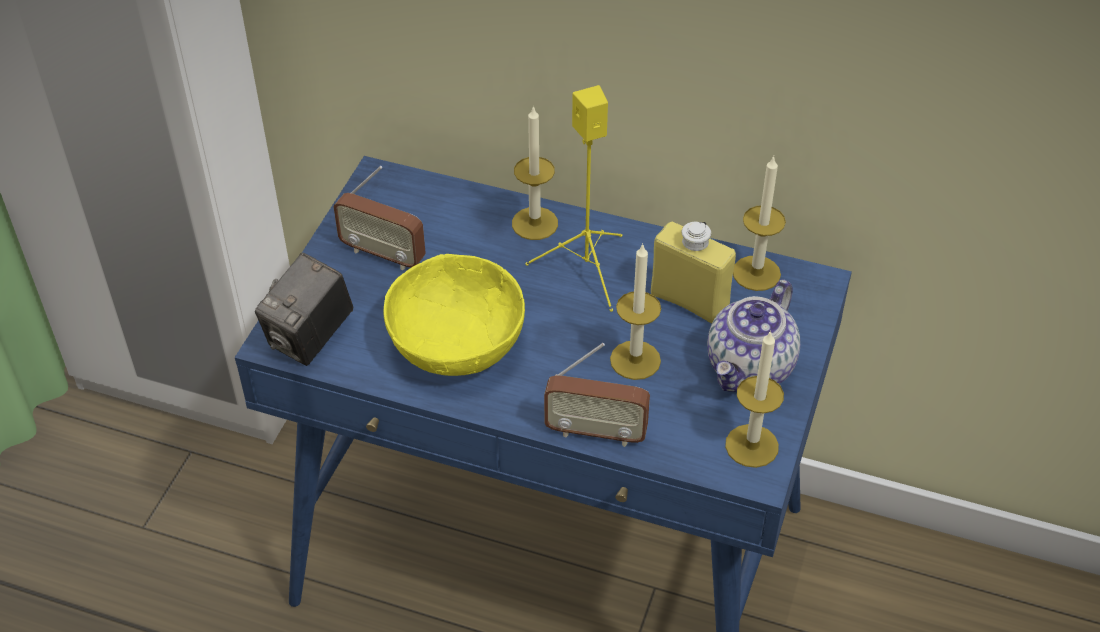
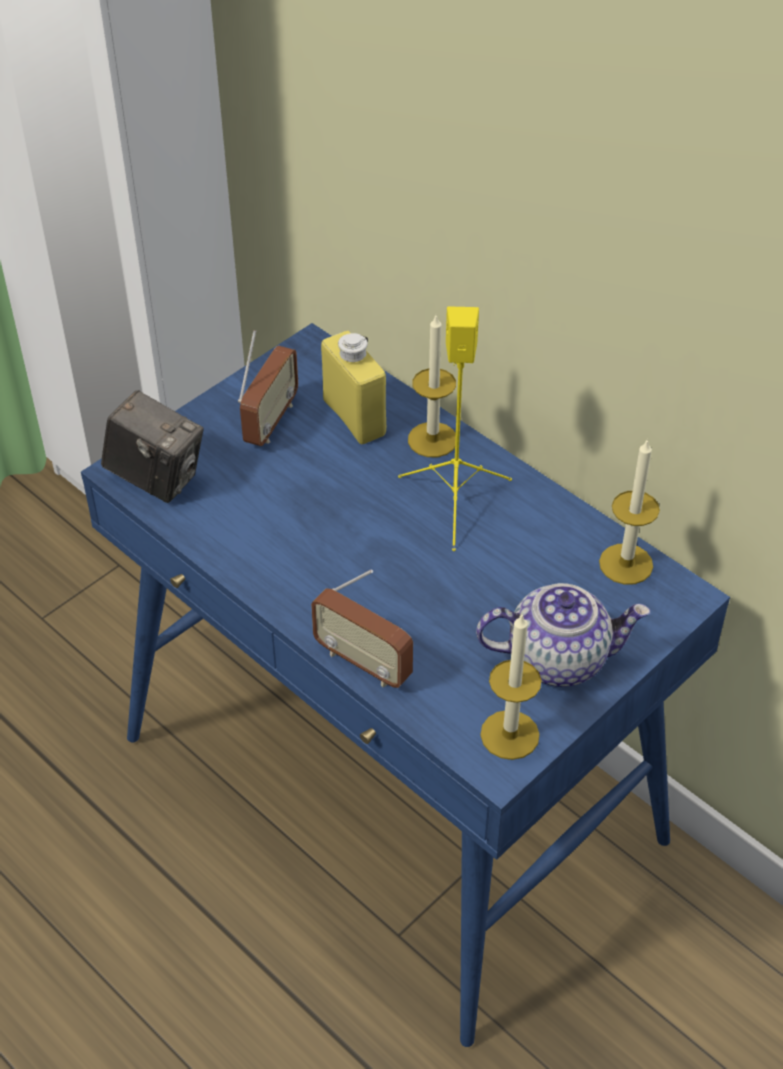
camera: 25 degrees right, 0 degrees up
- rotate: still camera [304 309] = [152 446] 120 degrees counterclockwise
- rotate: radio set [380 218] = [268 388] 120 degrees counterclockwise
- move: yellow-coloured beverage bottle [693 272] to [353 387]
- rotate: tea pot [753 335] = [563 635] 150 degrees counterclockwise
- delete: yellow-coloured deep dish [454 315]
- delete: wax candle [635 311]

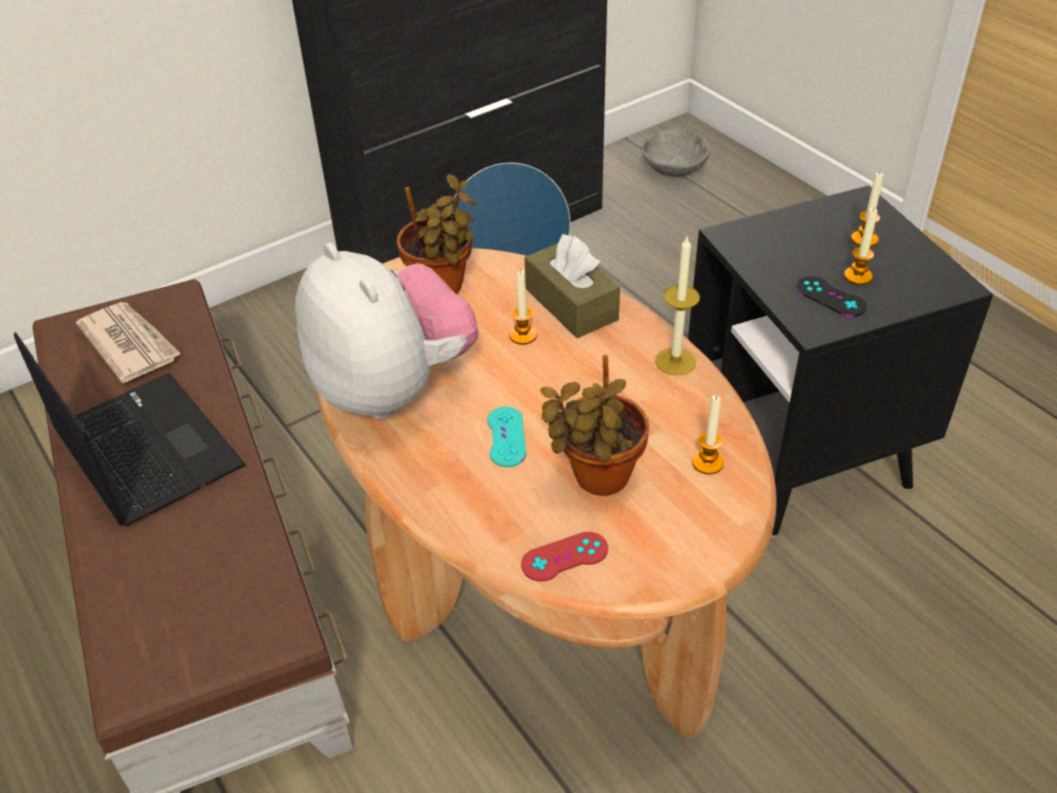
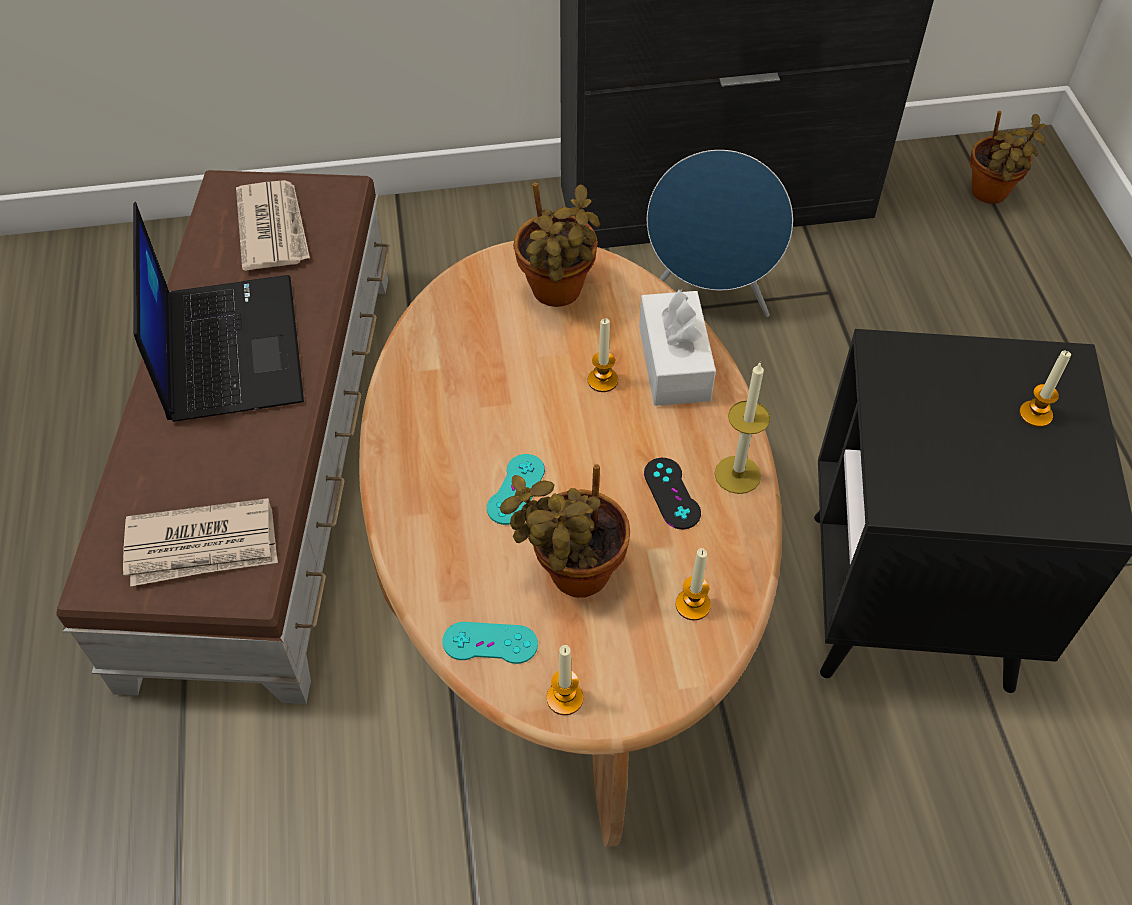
camera: 25 degrees right, 10 degrees up
- insert: daily paper [200 542]
- recolor: red-coloured game controller [564 556] to turquoise game controller [490 643]
- move: wax candle [860 246] to [565 680]
- recolor: brown box of tissues [572 286] to white box of tissues [677 347]
- move: black-coloured game controller [831 296] to [672 493]
- replace: gray deep dish [676 153] to houseplant [1007 157]
- delete: plush toy [387 331]

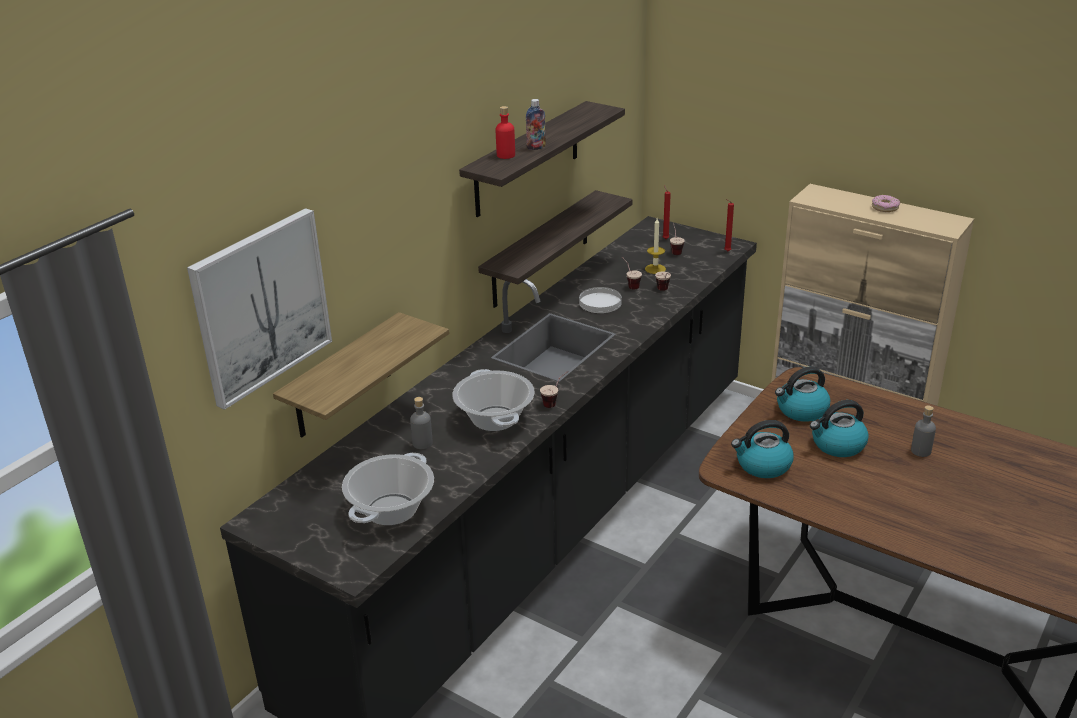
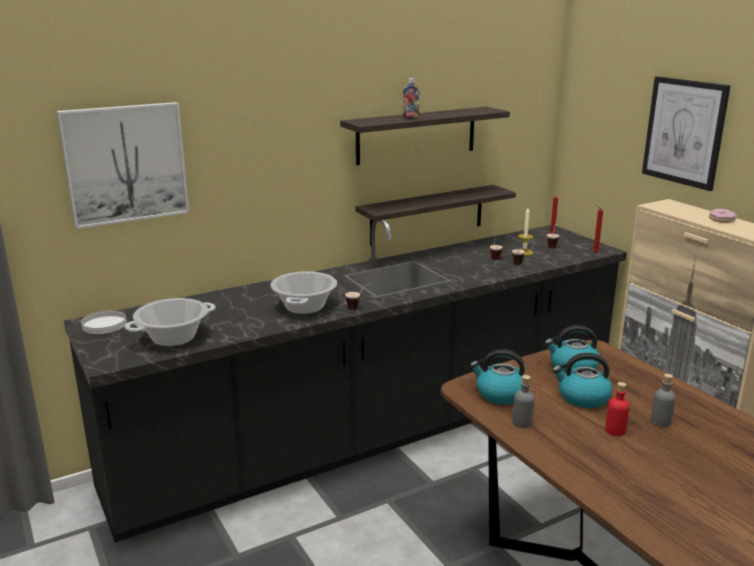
camera: 25 degrees right, 10 degrees down
- move: white dinner plate [600 300] to [104 322]
- move: gray beverage bottle [421 423] to [523 401]
- move: red-coloured beverage bottle [505 132] to [617 409]
- insert: picture [686 133]
- delete: wall shelf [361 374]

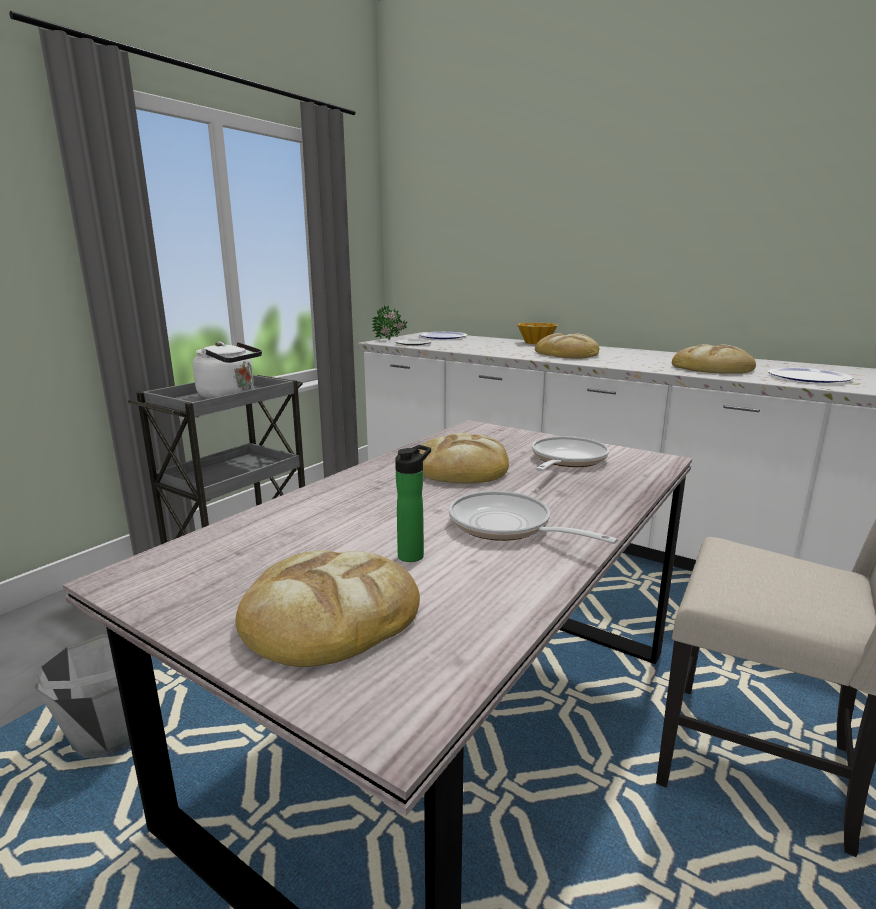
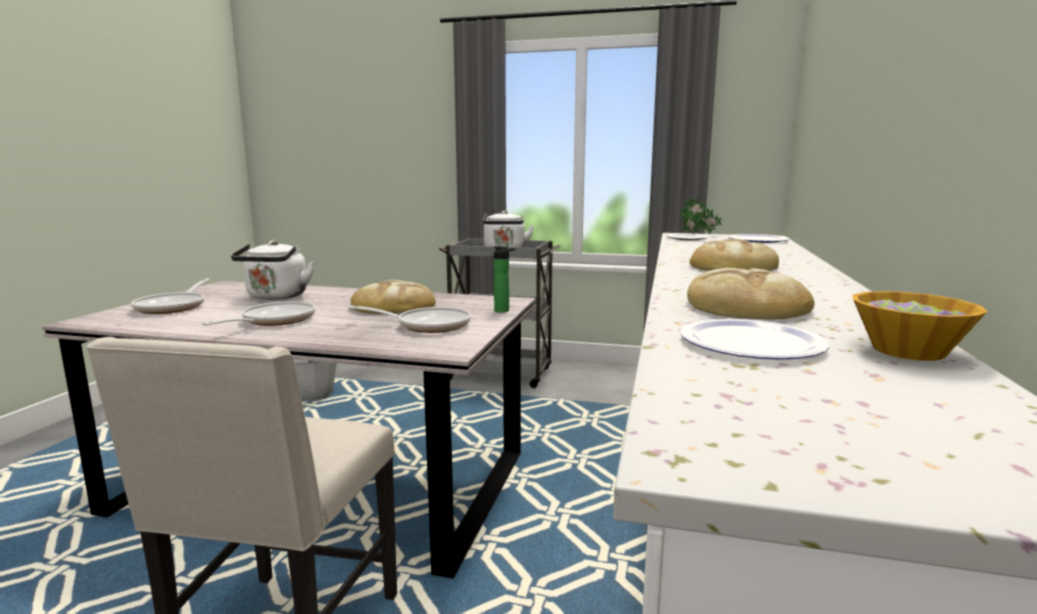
camera: 70 degrees right, 5 degrees down
- replace: bread [327 608] to frying pan [170 296]
- insert: white water kettle [273 270]
- move: beverage bottle [413 503] to [504 279]
- move: deep dish [537 333] to [919 326]

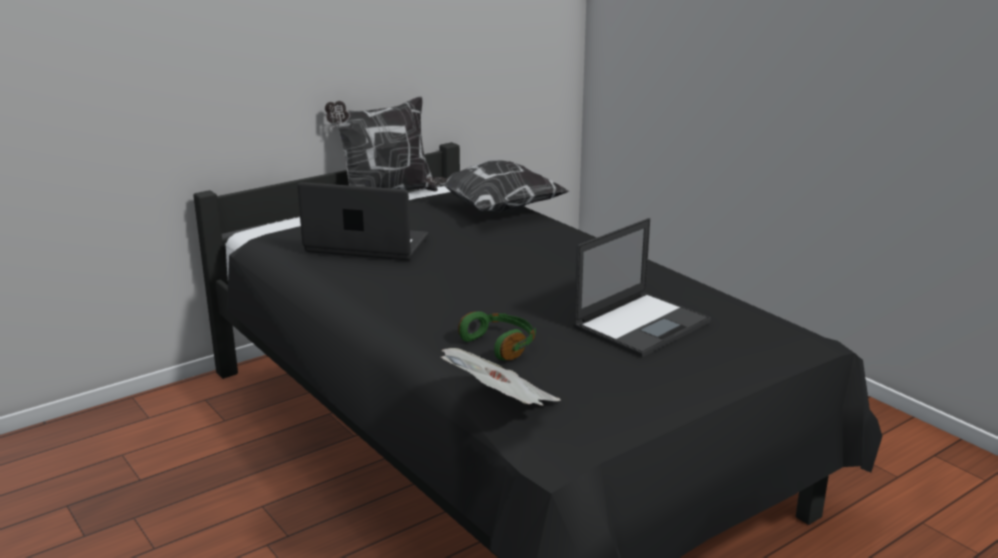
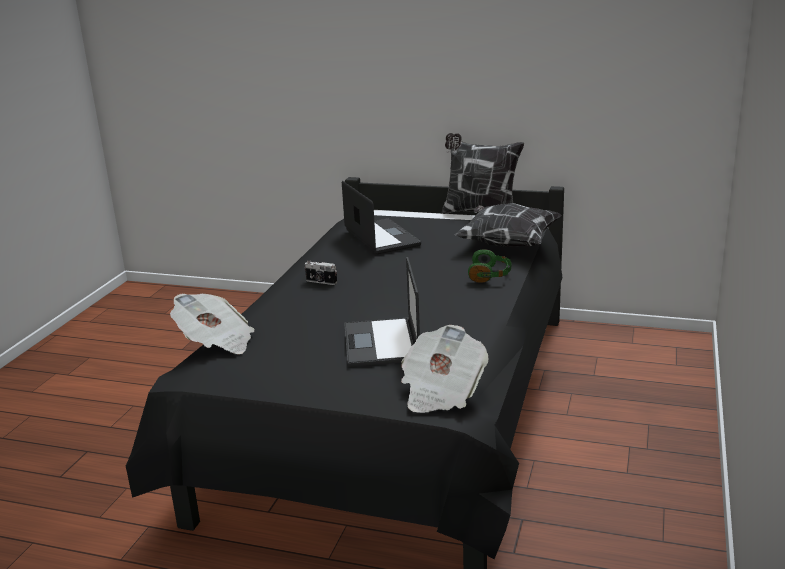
camera: 55 degrees right, 0 degrees up
- insert: still camera [321 272]
- rotate: laptop [642 287] = [382 312] 75 degrees clockwise
- insert: daily paper [444 369]
- move: greenish headphones [497 335] to [489 266]

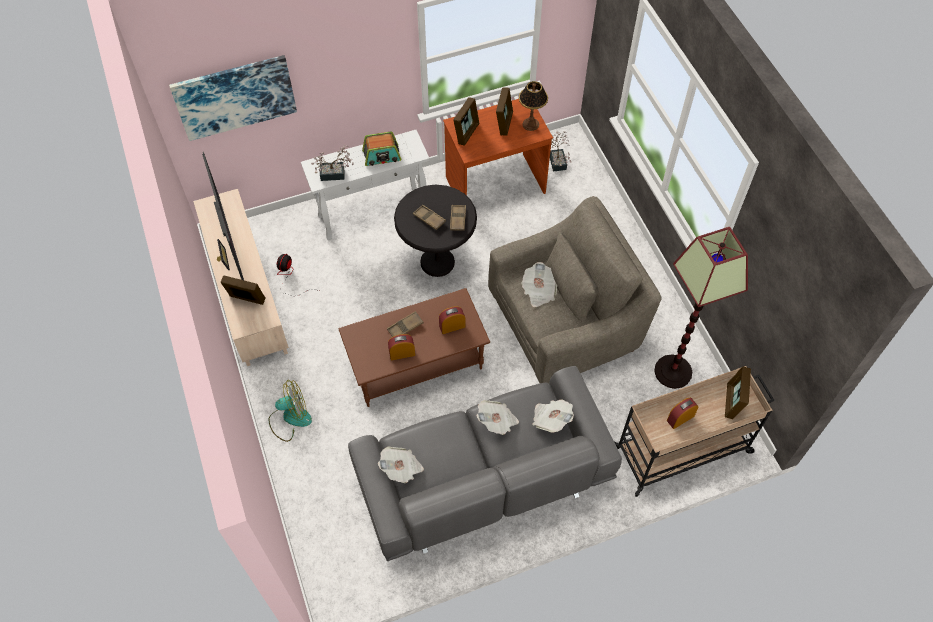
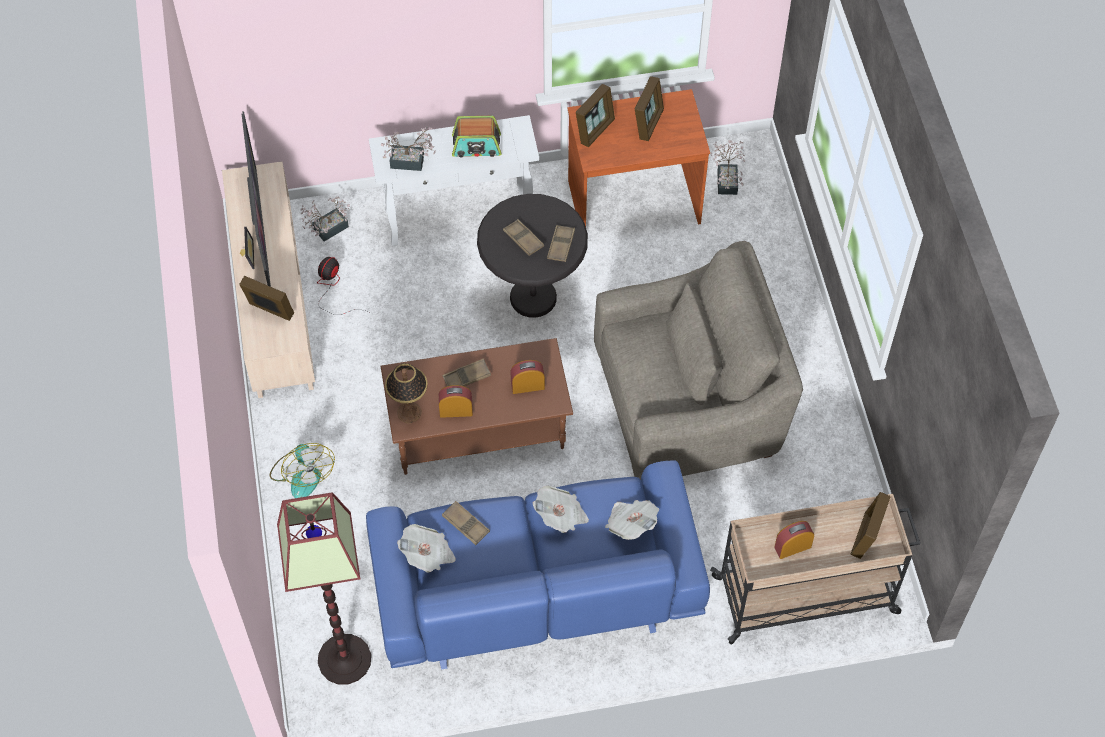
camera: 10 degrees right, 0 degrees up
- rotate: fan [290 411] = [302 470] 75 degrees clockwise
- move: standing lamp [701 308] to [324 588]
- insert: houseplant [325 219]
- recolor: gray settee [485 463] to bluish settee [538 565]
- move: table lamp [533 106] to [406 393]
- insert: brown tray [466 523]
- delete: picture [233 98]
- delete: daily paper [539 284]

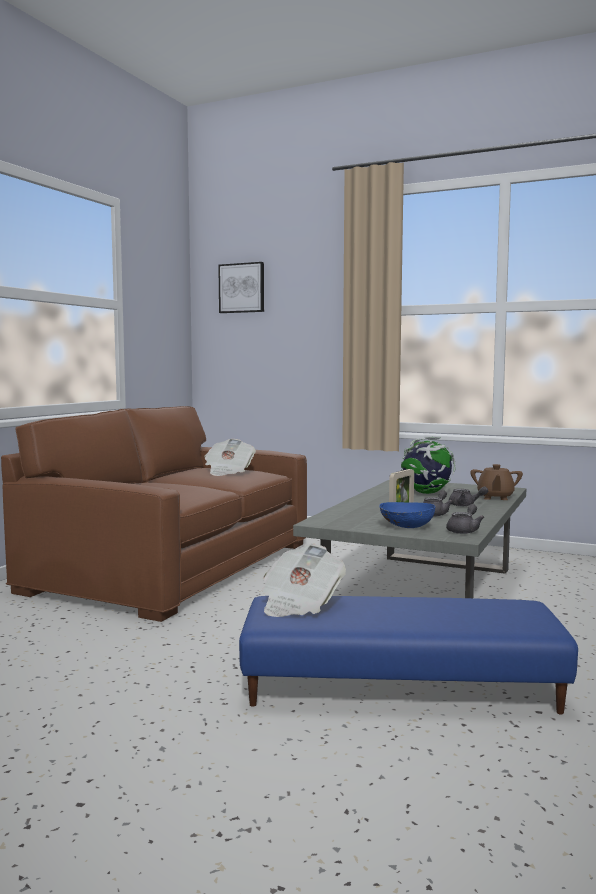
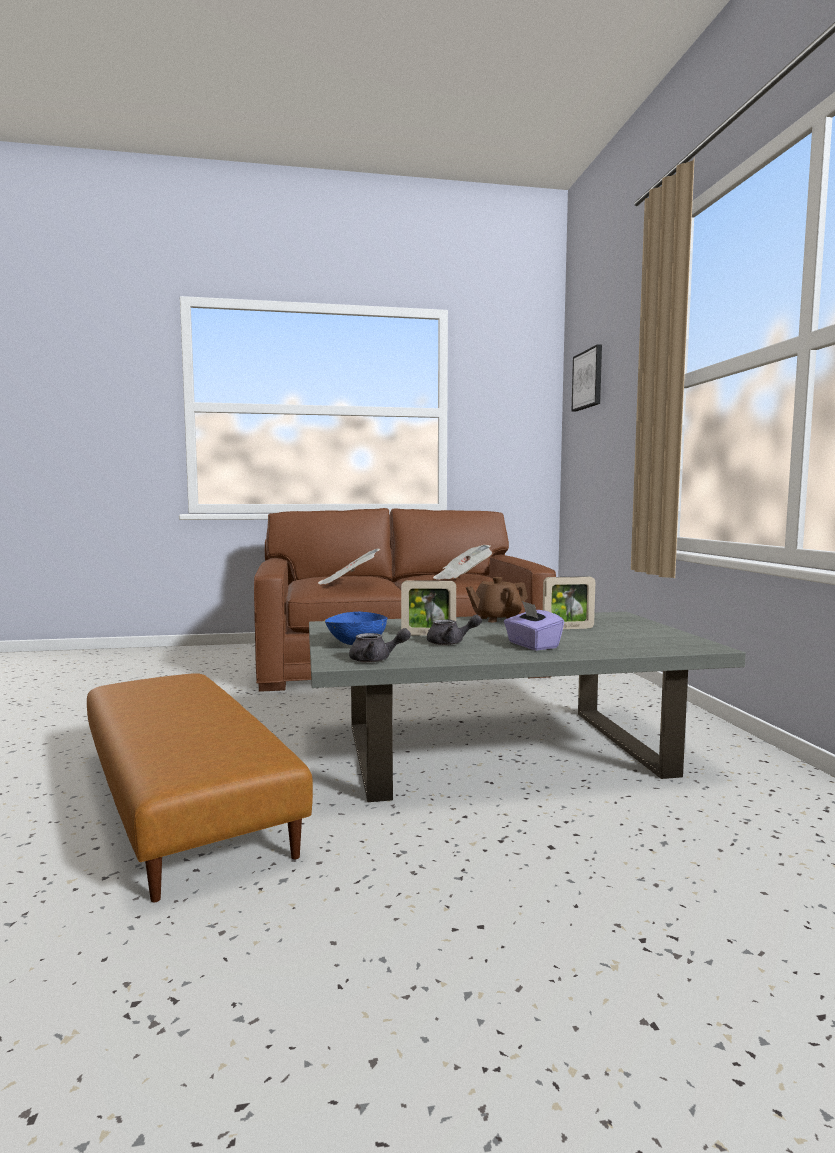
camera: 55 degrees right, 0 degrees up
- recolor: bluish pouffe [408 655] to brown pouffe [200 787]
- move: daily paper [303 580] to [349 566]
- move: brown tea pot [496 482] to [497 599]
- replace: gray tea pot [468 496] to purplish box of tissues [534 626]
- replace: globe [427 465] to standing frame [569 602]

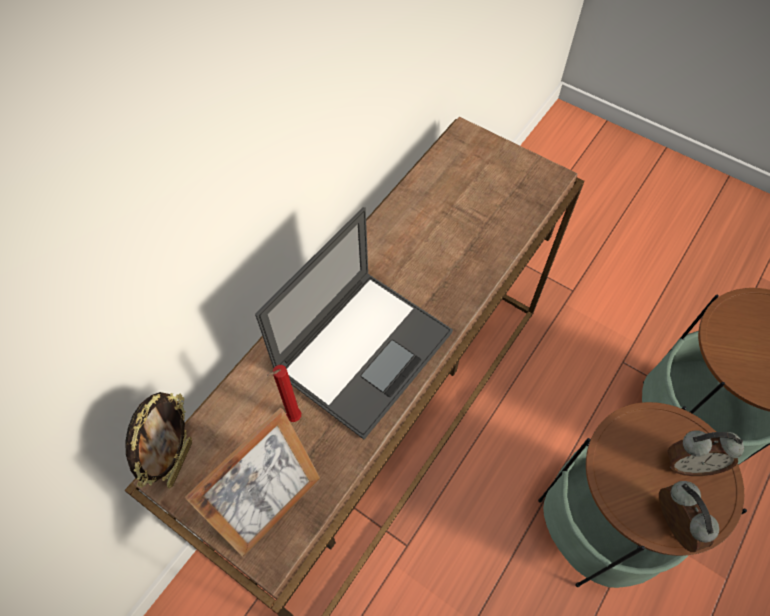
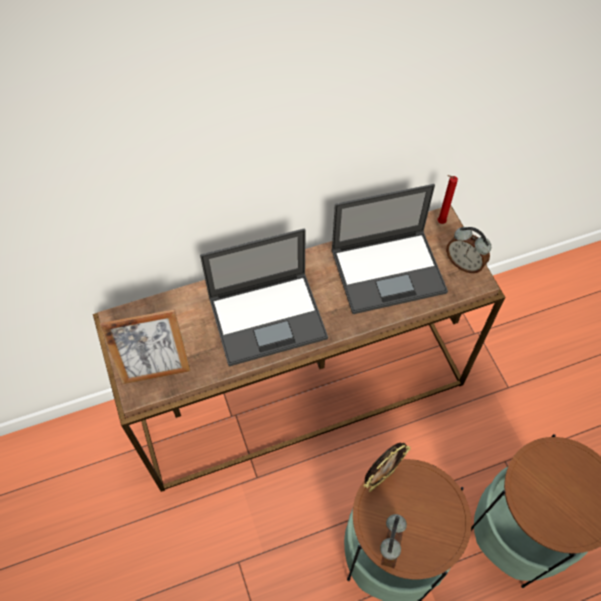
camera: 35 degrees right, 0 degrees up
- insert: laptop [389 249]
- move: standing frame [158 440] to [387 467]
- move: red-coloured wax candle [284 393] to [448 199]
- move: table clock [705 453] to [468 250]

